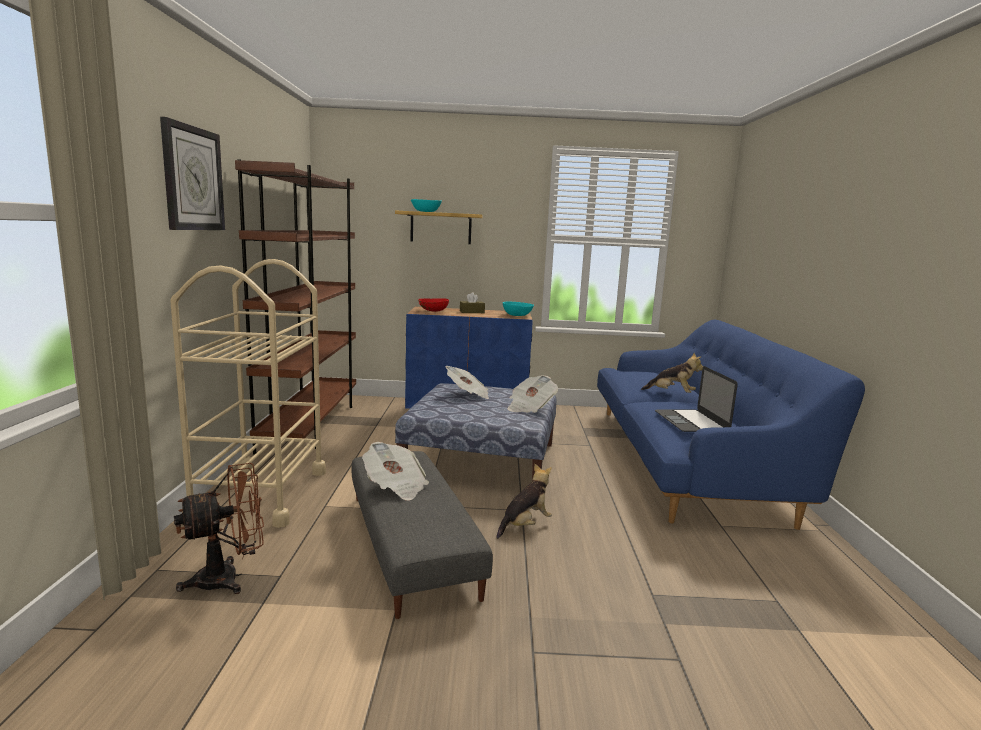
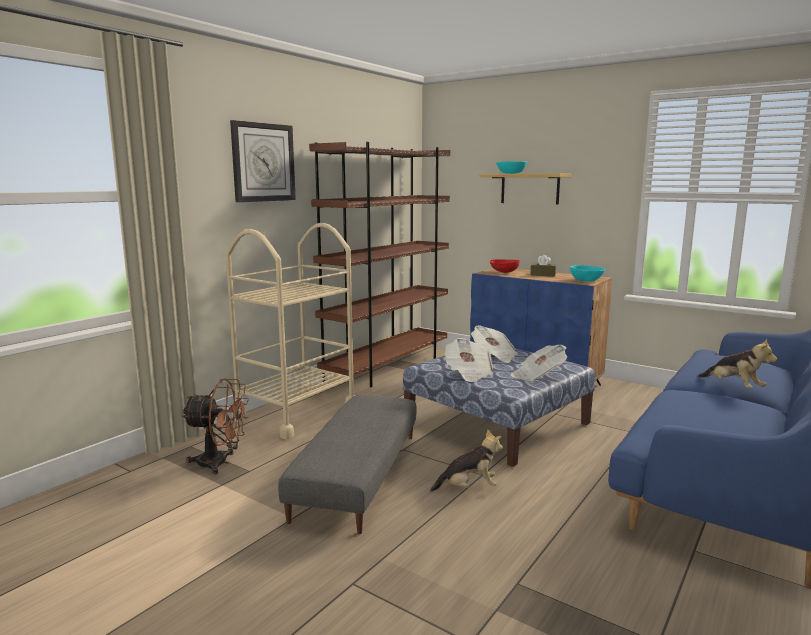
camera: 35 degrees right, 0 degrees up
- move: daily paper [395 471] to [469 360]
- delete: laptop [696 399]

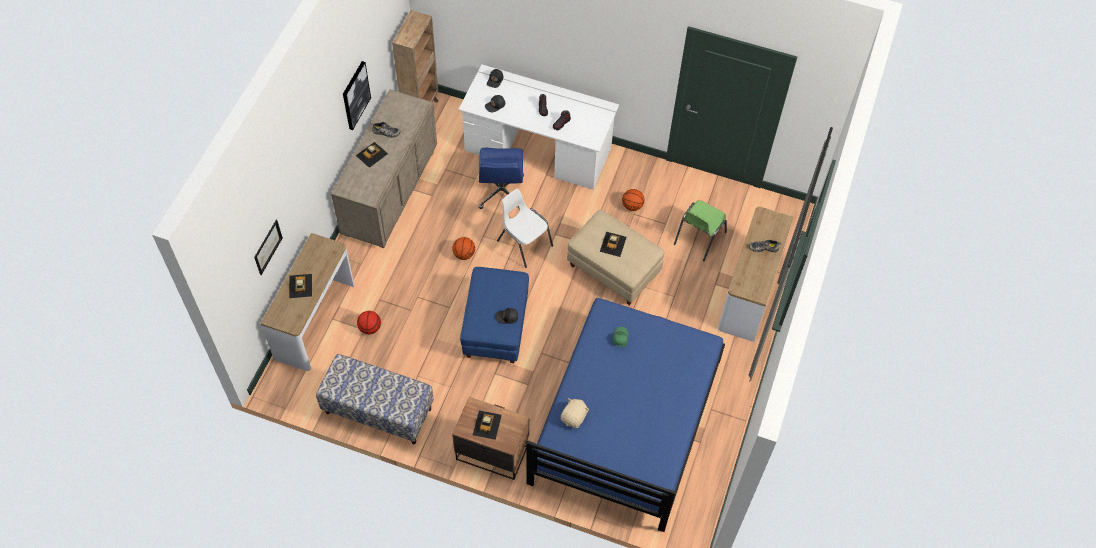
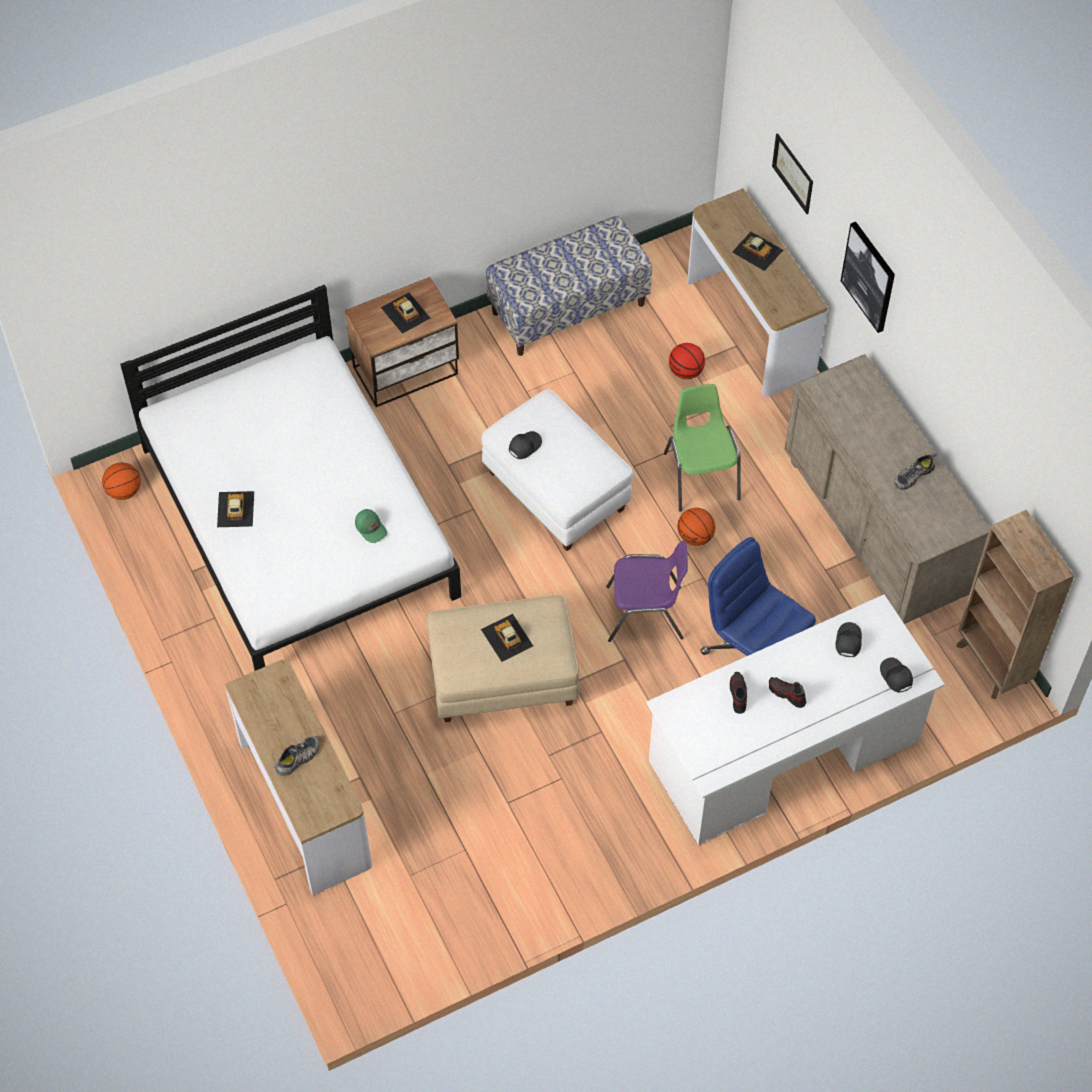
camera: 135 degrees right, 0 degrees up
- move: basketball ball [633 200] to [121 481]
- recolor: bluish bed [625 415] to white bed [290 478]
- move: model car [372 155] to [235 509]
- recolor: bluish pouffe [494 315] to white pouffe [557 470]
- recolor: white chair [525 228] to purplish chair [647 591]
- move: greenish chair [700 231] to [702 448]
- move: picture [357 95] to [868 277]
- delete: beige-coloured plush toy [575 413]

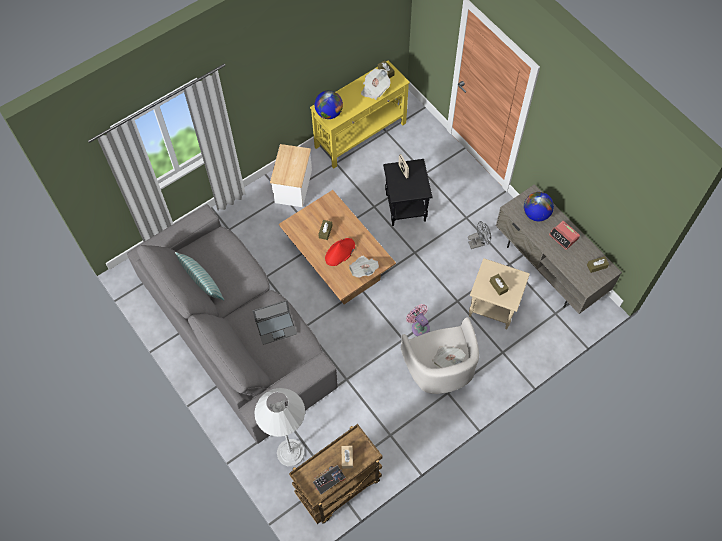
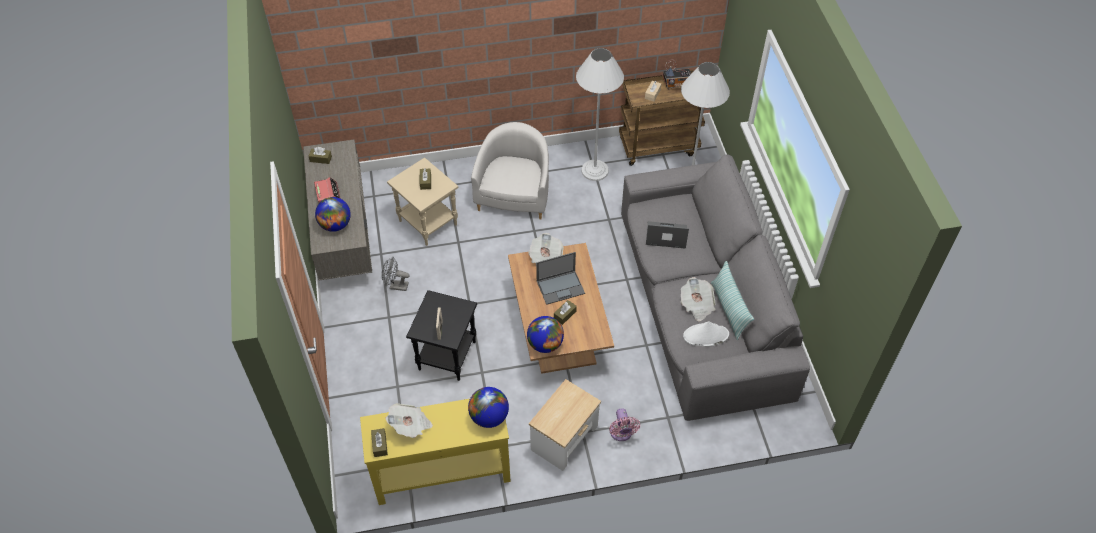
camera: 155 degrees left, 10 degrees down
- insert: globe [545 334]
- replace: red-coloured hat [340 252] to laptop [560 278]
- insert: white standing lamp [600 114]
- move: pink-coloured fan [418 320] to [624 424]
- move: daily paper [449 357] to [698 299]
- insert: white hat [706 334]

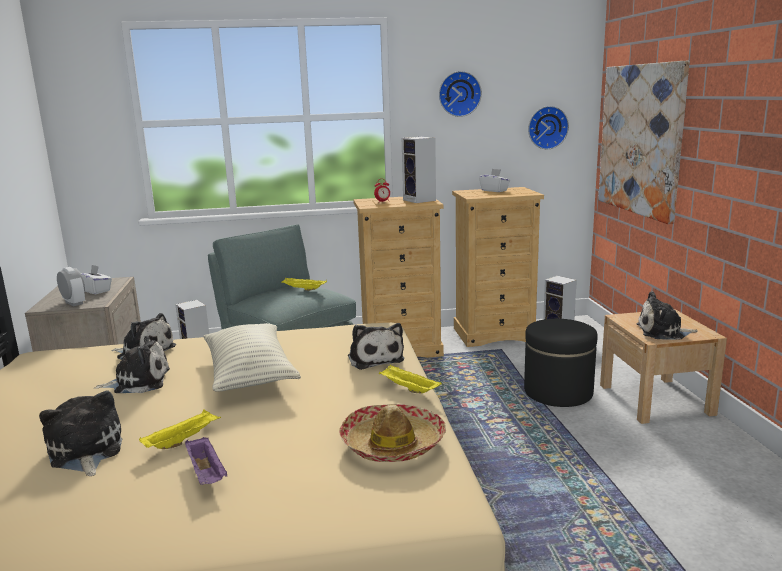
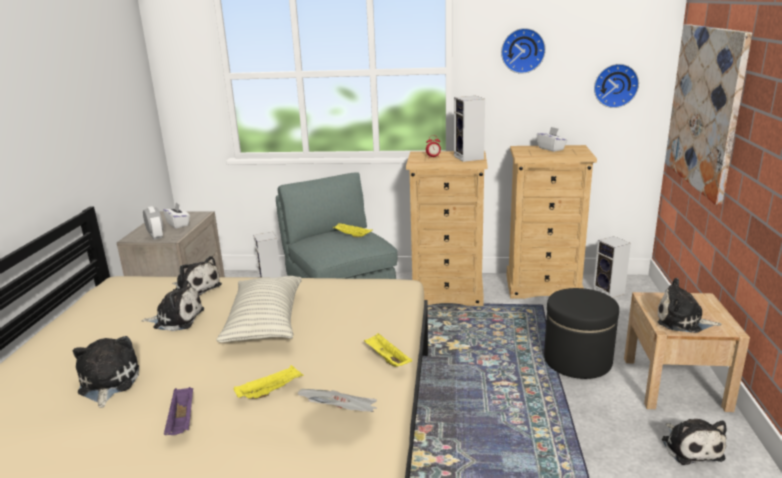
camera: 15 degrees right, 5 degrees up
- move: yellow-coloured tray [180 429] to [268 382]
- replace: hat [392 433] to daily paper [337 400]
- move: plush toy [376 346] to [694 442]

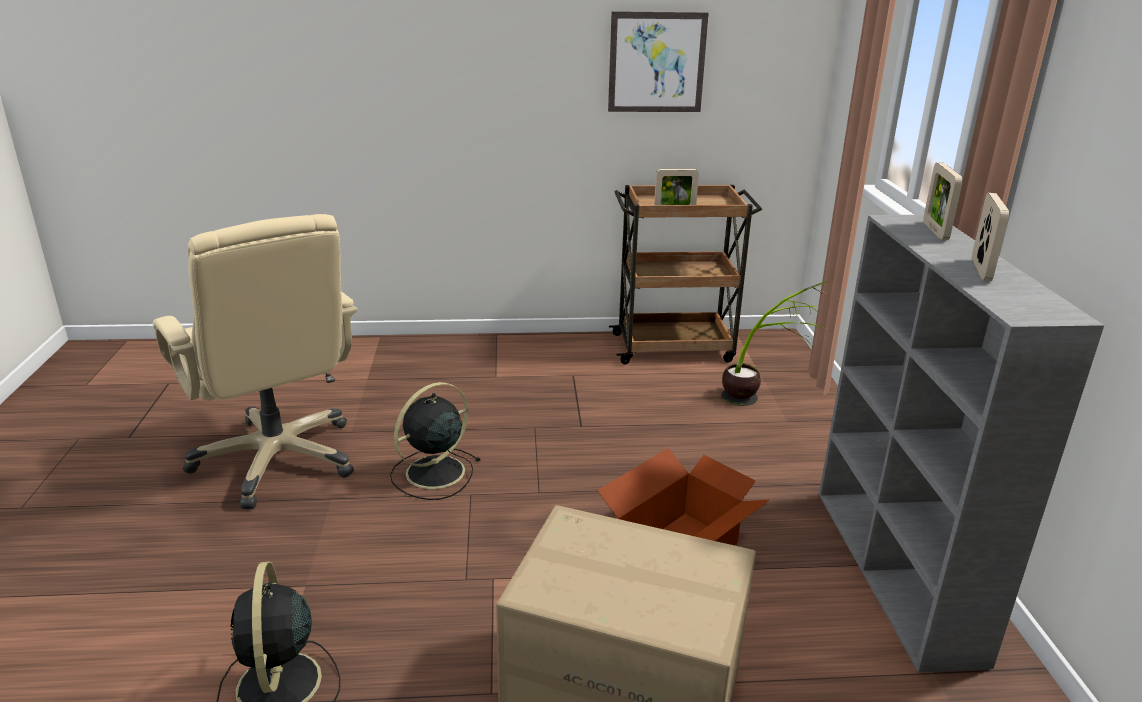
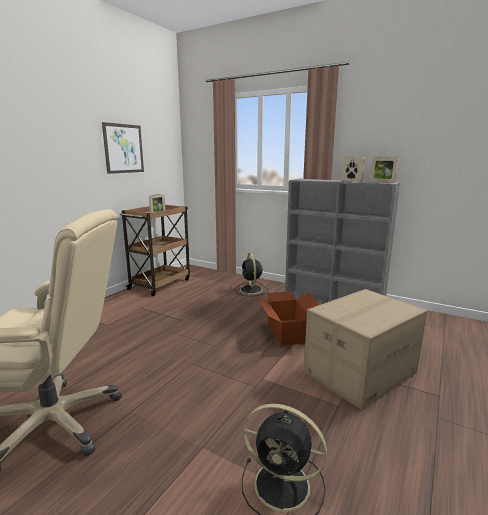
camera: 55 degrees left, 10 degrees down
- move: black-coloured fan [435 441] to [252 274]
- move: standing frame [943 201] to [384 170]
- delete: houseplant [774 343]

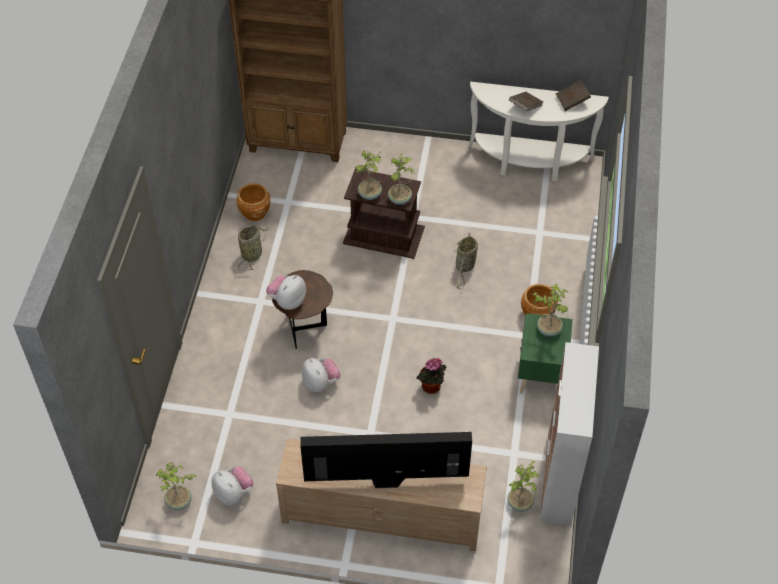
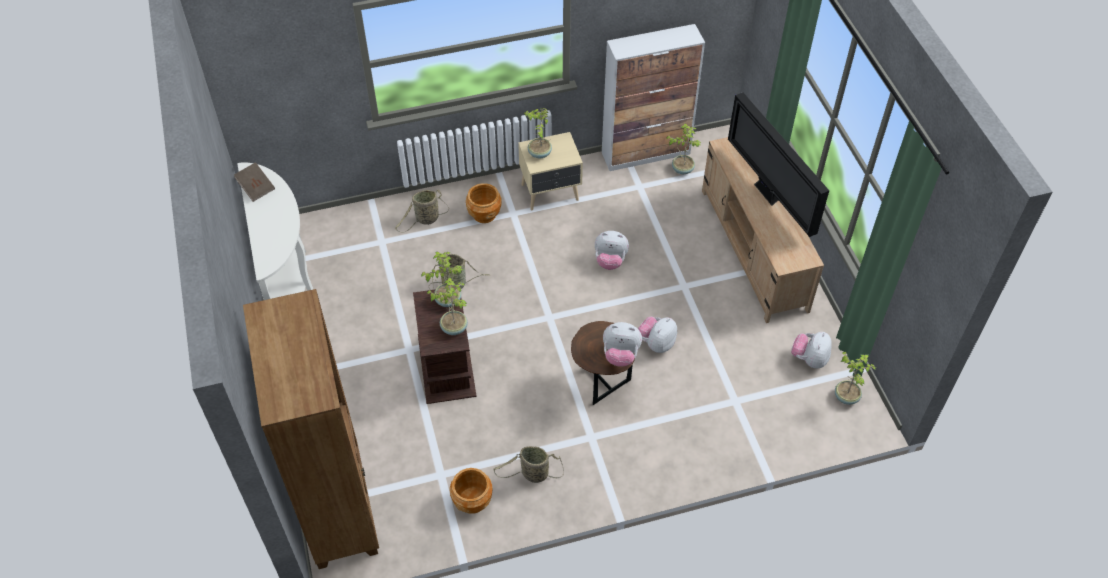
camera: 115 degrees left, 0 degrees up
- insert: household basket [422 211]
- recolor: greenish bedside table [545 353] to beige-coloured bedside table [550 171]
- replace: houseplant [431 376] to plush toy [612 250]
- delete: brown volume [526 101]

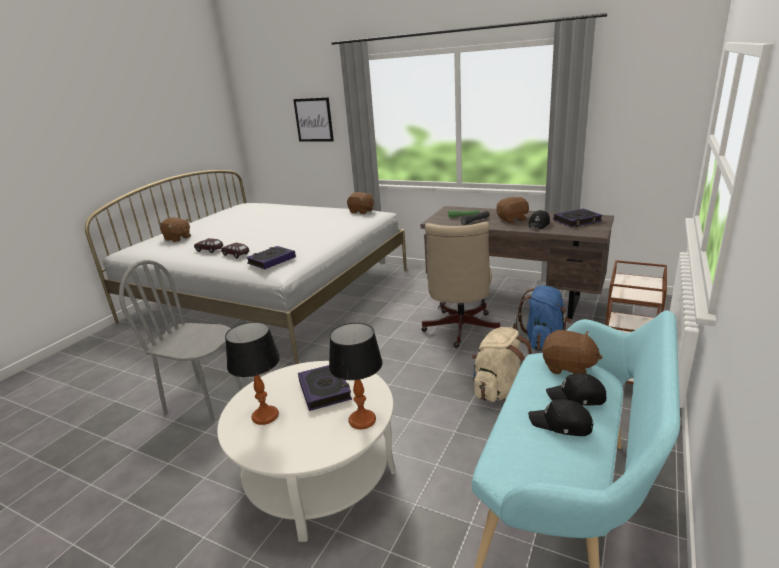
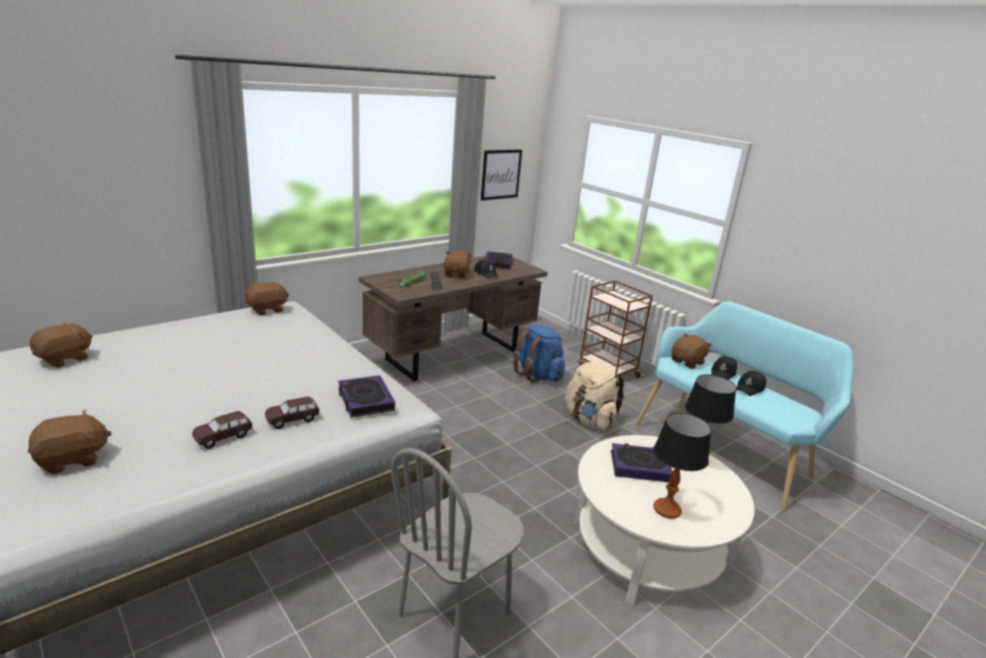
camera: 70 degrees left, 0 degrees up
- insert: brown plush toy [61 345]
- move: picture [313 119] to [501 174]
- delete: beige-coloured office chair [460 285]

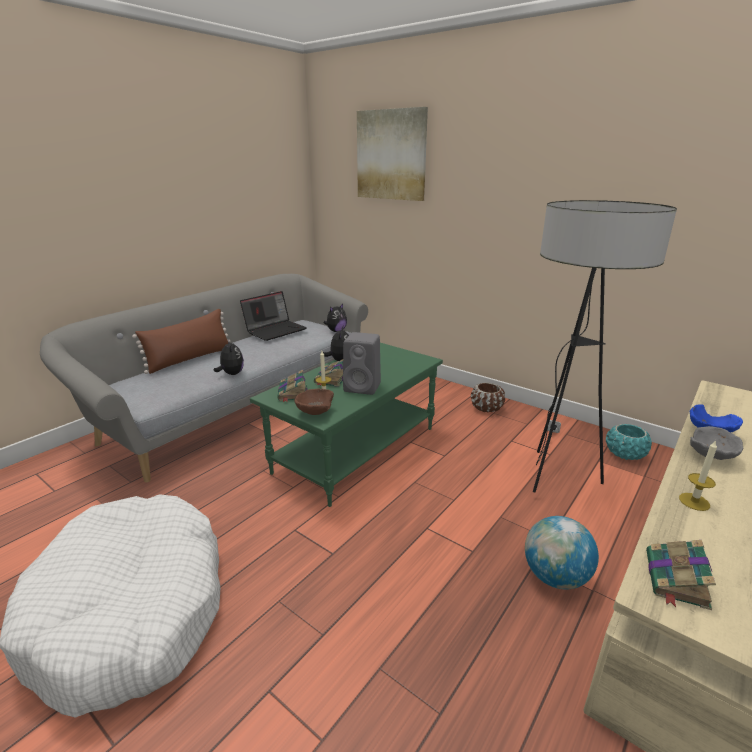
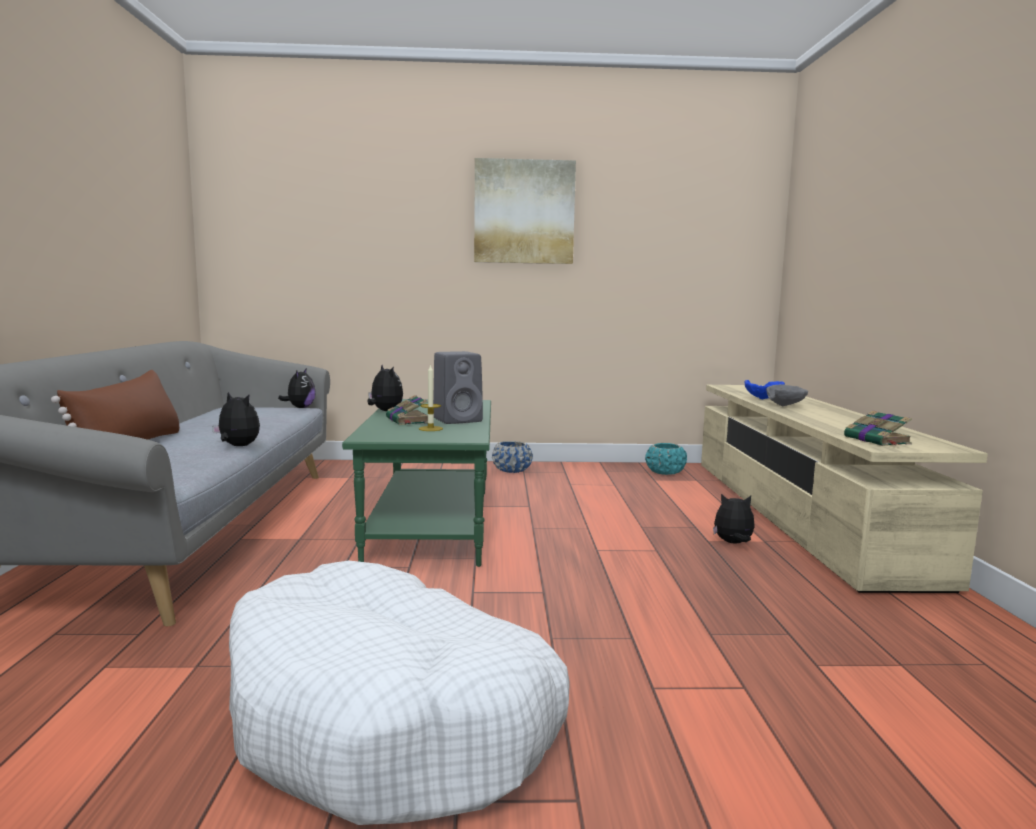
camera: 40 degrees left, 15 degrees down
- move: picture [392 154] to [525 211]
- recolor: brown flower pot [488 398] to bluish flower pot [512 457]
- replace: globe [562 552] to plush toy [733 518]
- delete: laptop [273 316]
- delete: volume [292 386]
- delete: brown deep dish [314 402]
- delete: standing lamp [605 346]
- delete: wax candle [698 475]

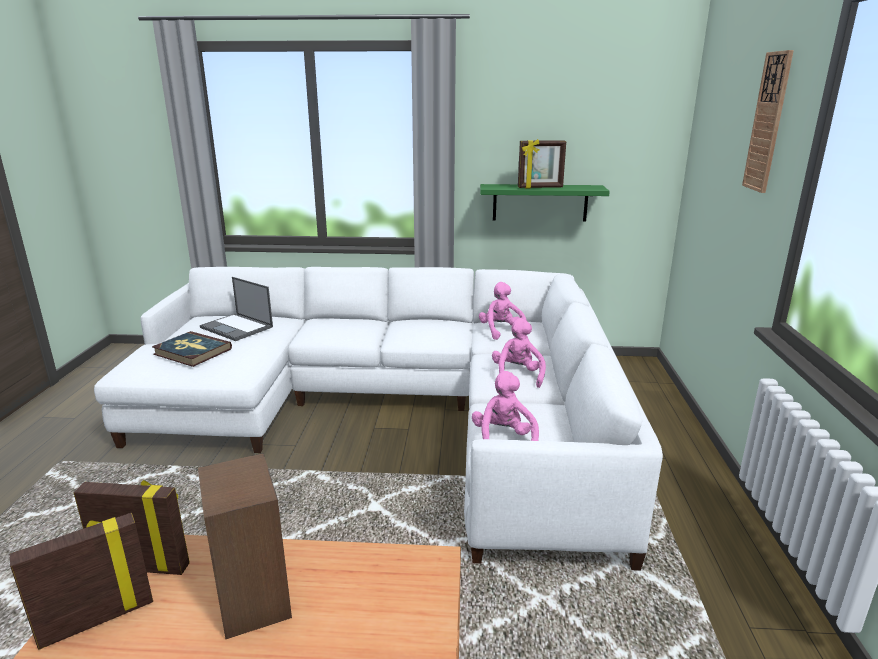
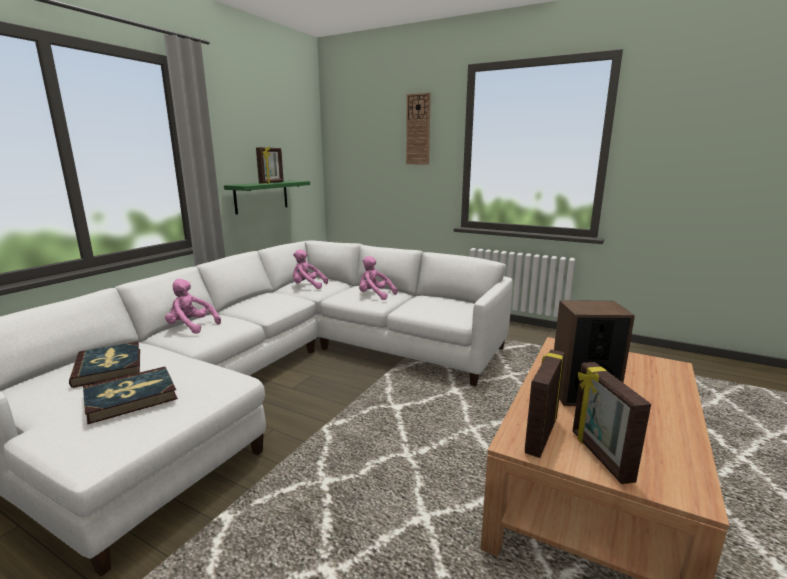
camera: 65 degrees left, 5 degrees down
- replace: laptop [236 309] to volume [104 364]
- move: pink-coloured plush toy [505 406] to [193 306]

